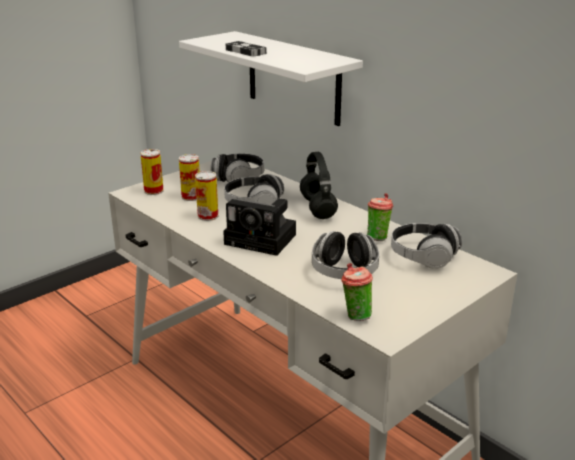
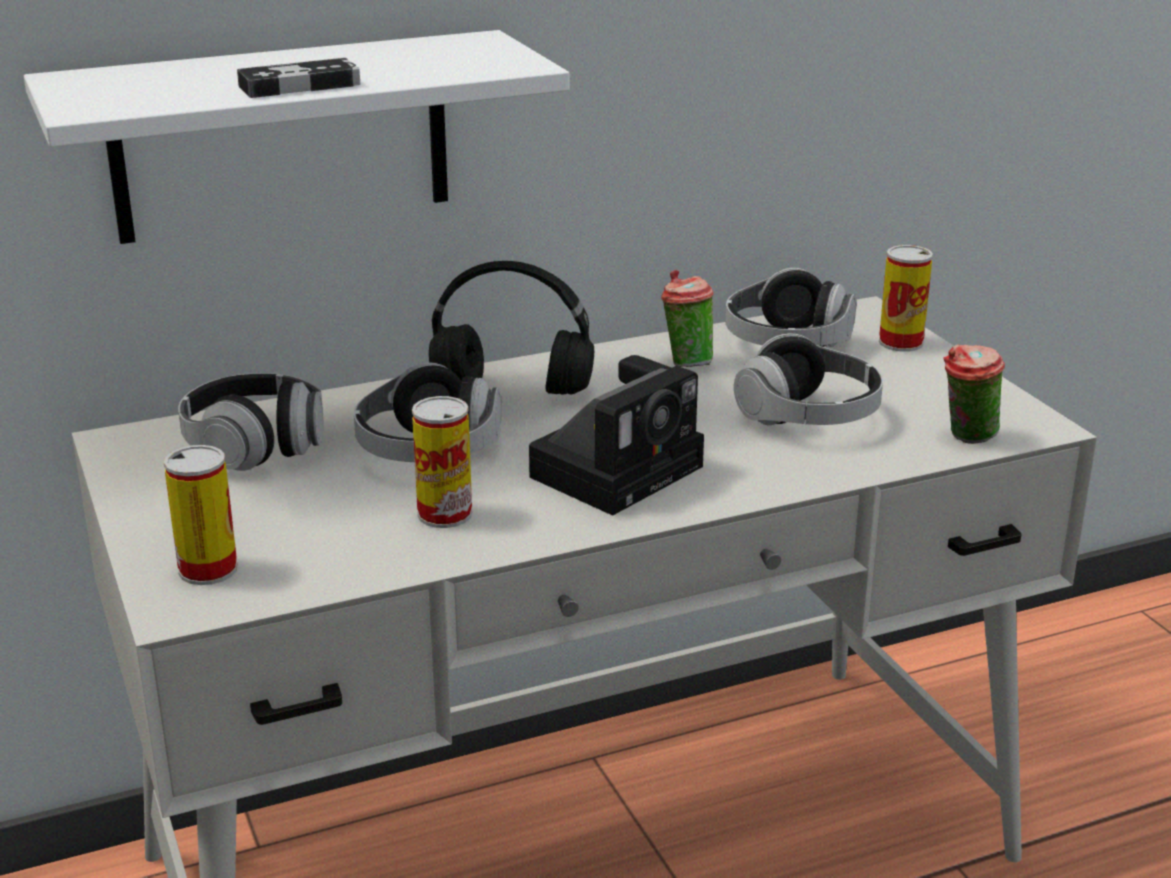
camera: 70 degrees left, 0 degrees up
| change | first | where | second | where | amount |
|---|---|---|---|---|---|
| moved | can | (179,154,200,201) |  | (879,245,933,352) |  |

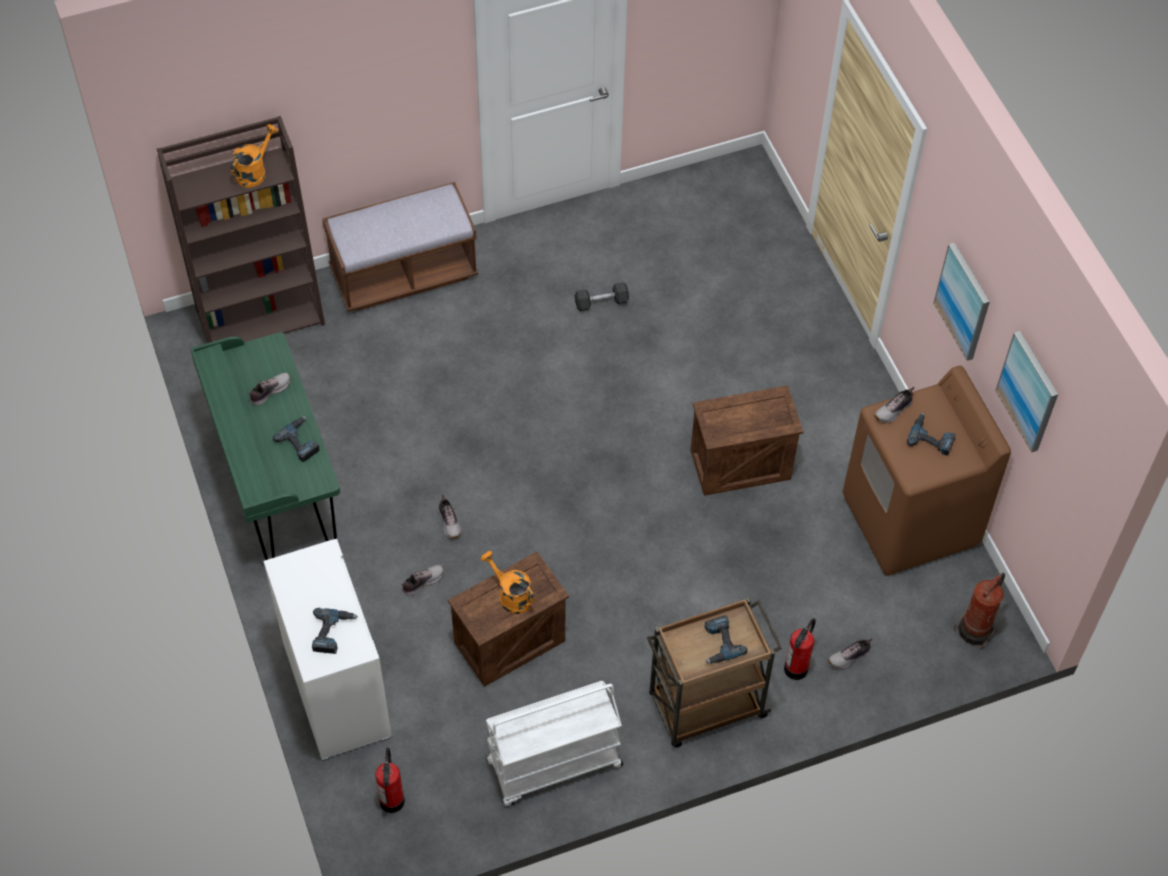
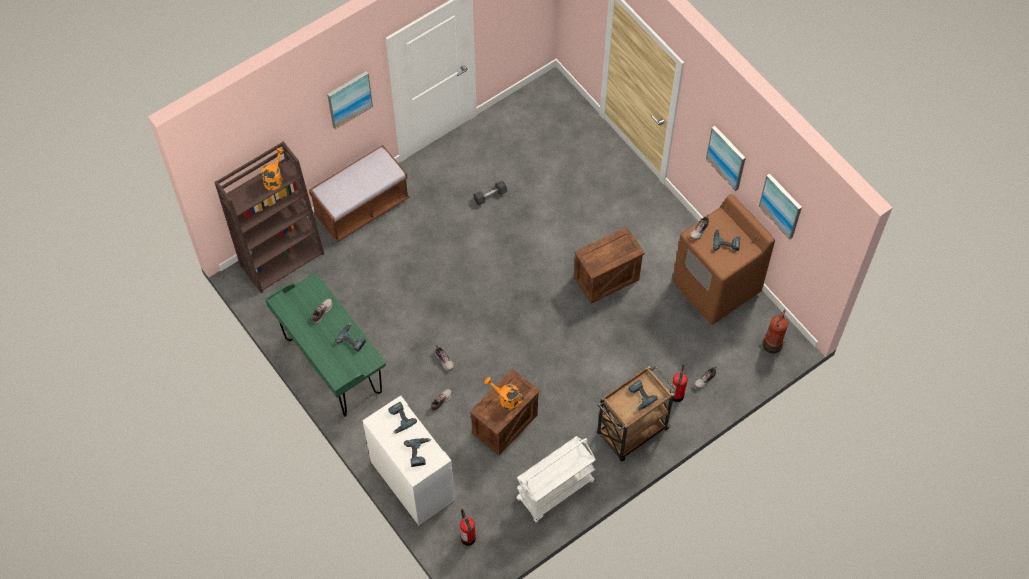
camera: 15 degrees left, 5 degrees up
| change | first | where | second | where | amount |
|---|---|---|---|---|---|
| added |  |  | picture | (327,71,373,129) |  |
| added |  |  | power drill | (388,402,417,434) |  |

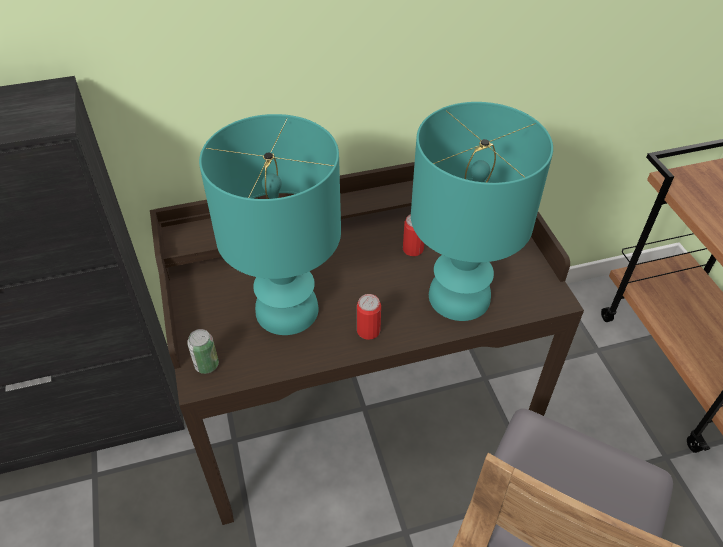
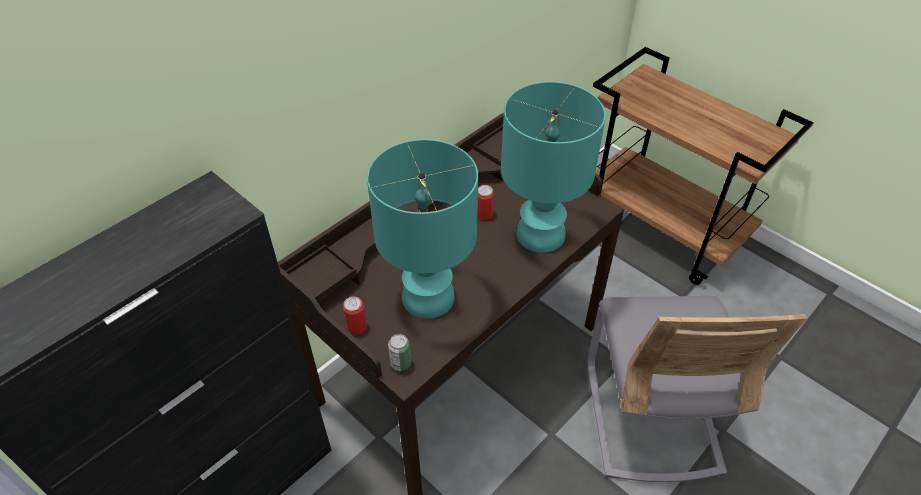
camera: 30 degrees left, 0 degrees up
| change | first | where | second | where | amount |
|---|---|---|---|---|---|
| moved | can | (357,294,381,340) |  | (343,296,367,335) |  |

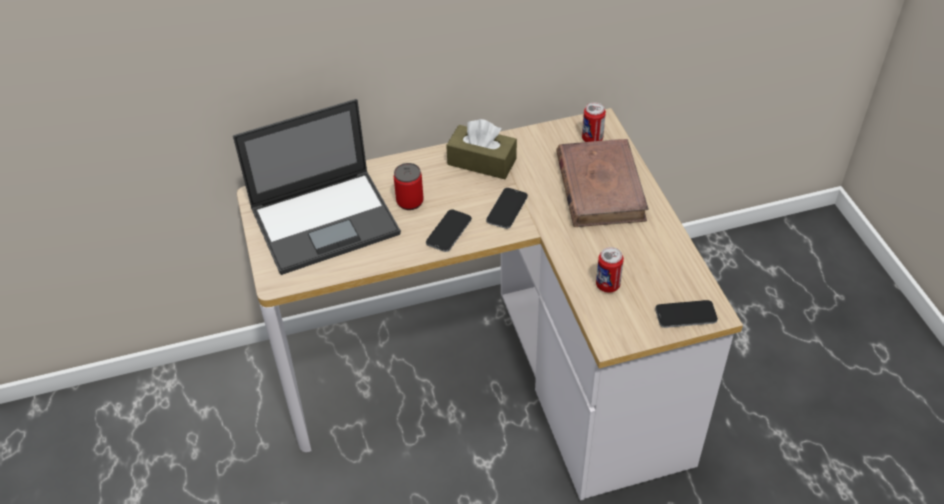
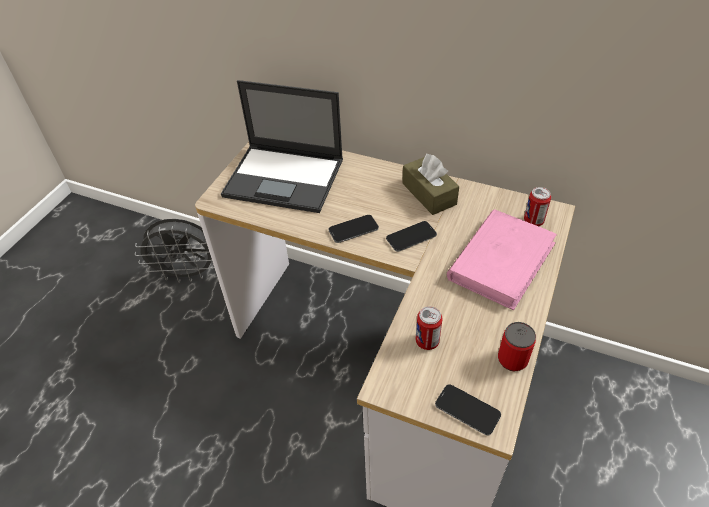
camera: 40 degrees right, 0 degrees up
| change | first | where | second | where | amount |
|---|---|---|---|---|---|
| moved | can | (394,163,424,210) |  | (498,322,536,371) |  |
| recoloured | brown book | (556,139,649,227) | pink book | (447,209,557,310) |  |
| added |  |  | grey fan | (135,219,214,283) |  |

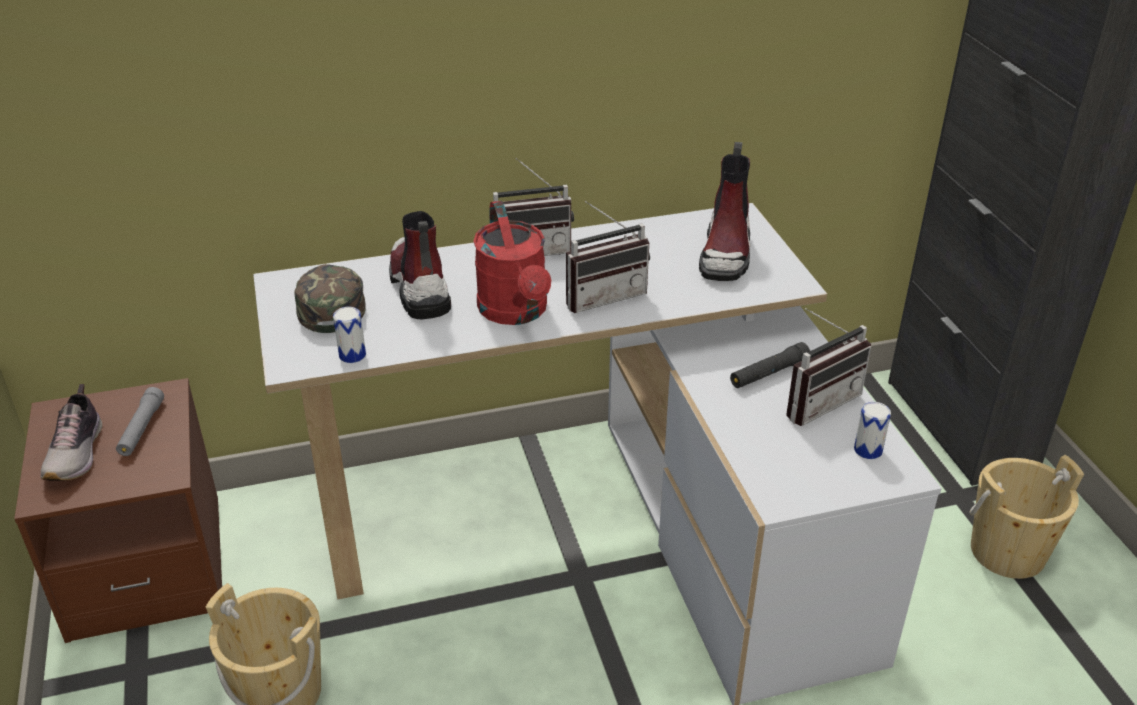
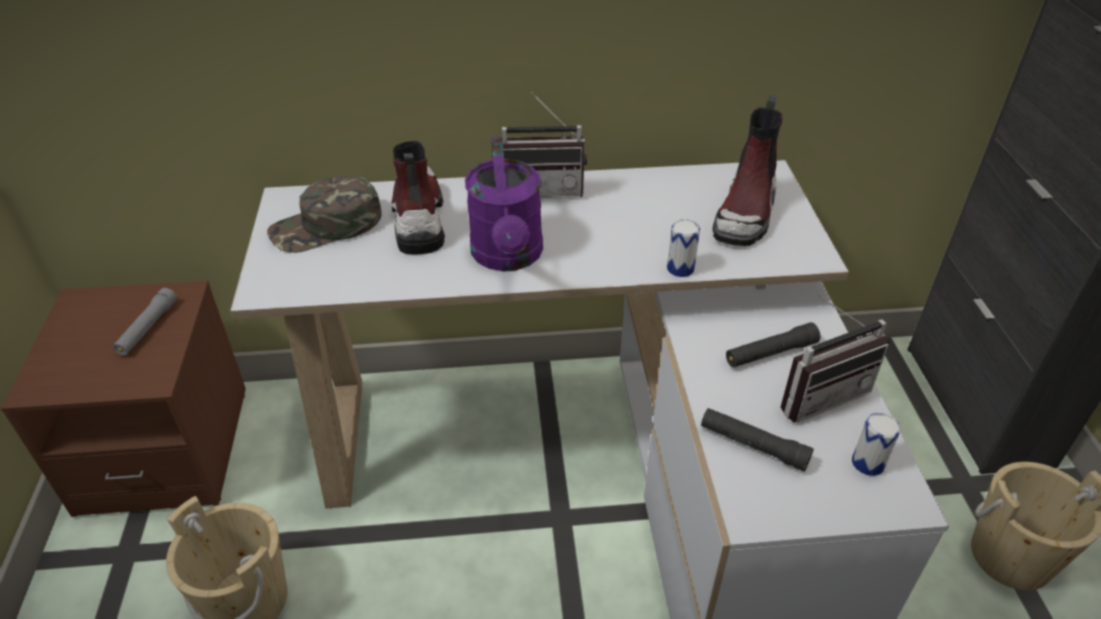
camera: 10 degrees right, 5 degrees up
| change | first | where | second | where | amount |
|---|---|---|---|---|---|
| removed | shoe | (41,384,102,481) |  |  |  |
| turned | green cap | (294,264,366,333) |  | (267,175,381,253) | 120 degrees counterclockwise |
| moved | can | (333,307,366,363) |  | (667,219,700,277) |  |
| recoloured | red watering can | (473,201,551,325) | purple watering can | (465,137,543,271) |  |
| removed | radio | (566,201,650,313) |  |  |  |
| added |  |  | black flashlight | (701,408,814,472) |  |

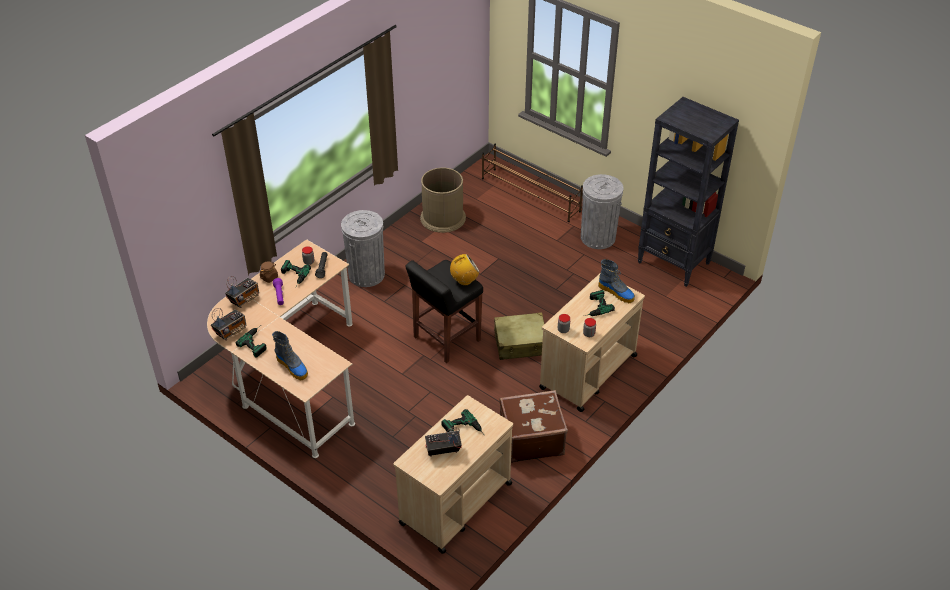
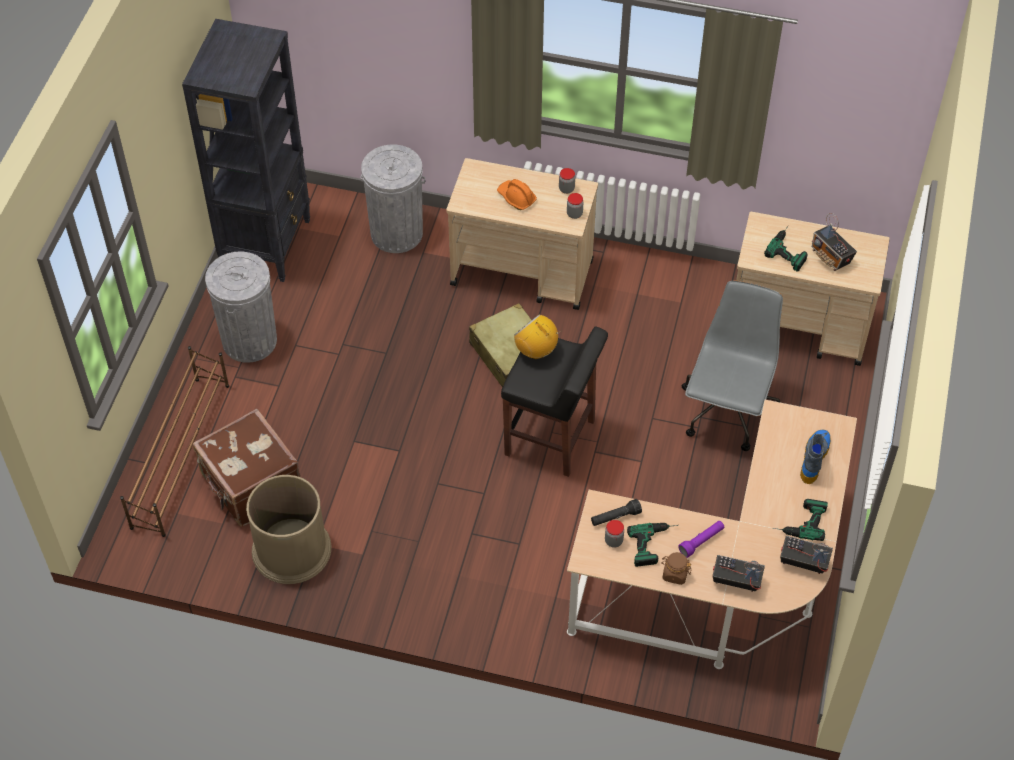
camera: 115 degrees left, 10 degrees up
| change | first | where | second | where | amount |
|---|---|---|---|---|---|
| moved | grey trash can | (341,210,385,287) |  | (360,144,425,253) |  |
| moved | brown suitcase | (499,390,568,463) |  | (193,409,300,527) |  |
| replaced | power drill | (585,290,615,316) | orange hard hat | (497,179,537,210) |  |
| removed | boot | (598,259,635,303) |  |  |  |
| added |  |  | grey office chair | (682,281,783,451) |  |

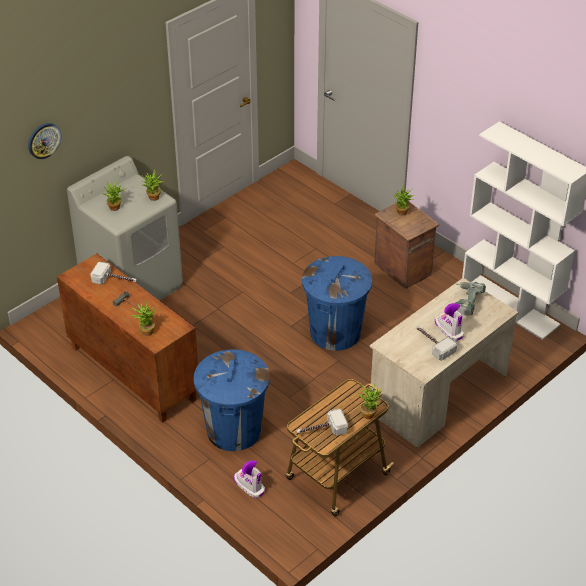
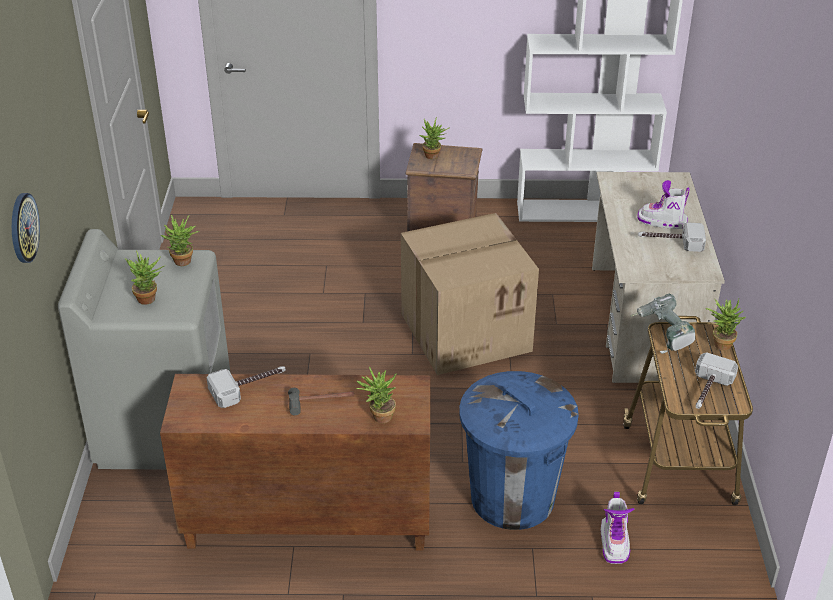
camera: 45 degrees left, 5 degrees down
| change | first | where | second | where | amount |
|---|---|---|---|---|---|
| turned | boot | (234,460,265,498) |  | (601,492,635,564) | 90 degrees counterclockwise |
| replaced | blue trash can | (302,256,372,351) | cardboard box | (401,213,539,375) |  |
| moved | power drill | (456,282,486,315) |  | (630,294,695,354) |  |

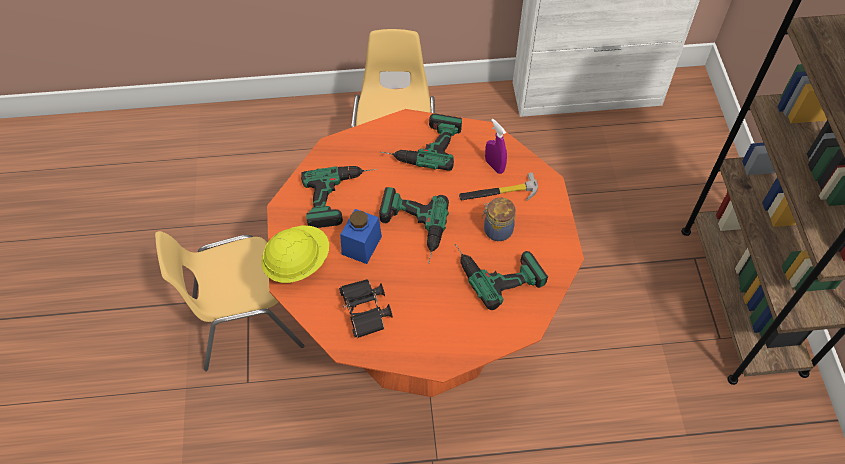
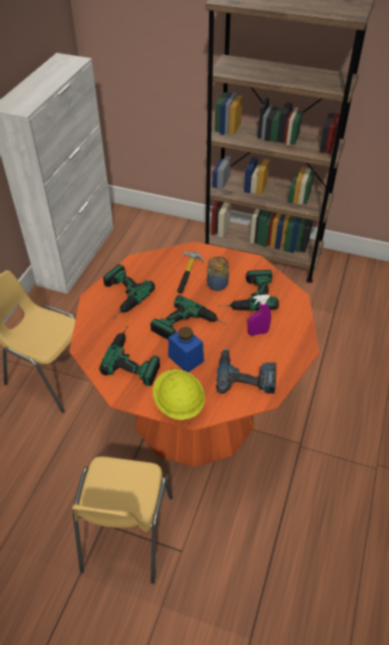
camera: 65 degrees left, 10 degrees down
| change | first | where | second | where | amount |
|---|---|---|---|---|---|
| replaced | black binoculars | (339,279,393,338) | power drill | (216,348,276,394) |  |
| moved | purple spray bottle | (485,119,507,174) |  | (247,294,271,336) |  |

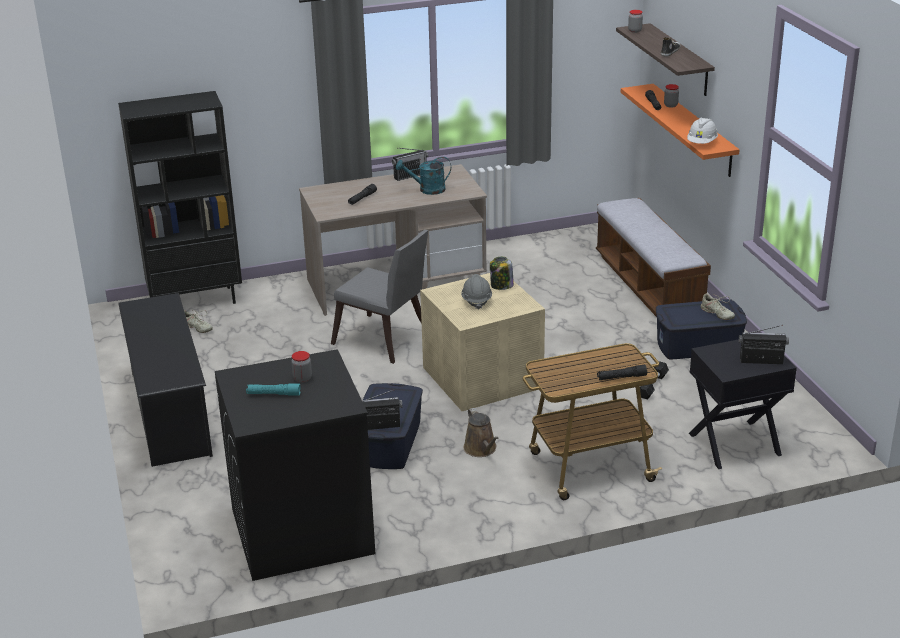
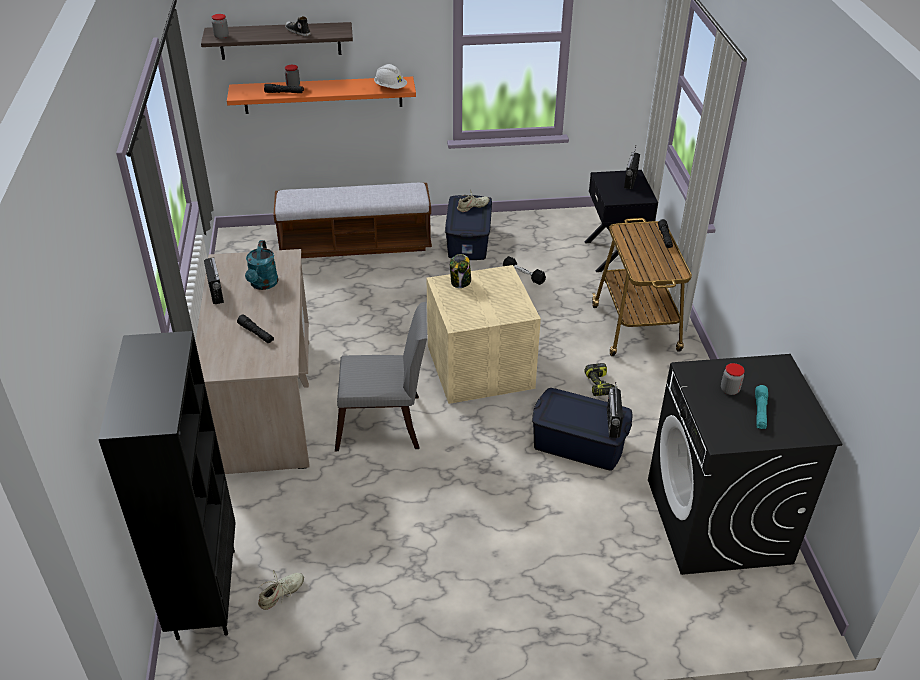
camera: 80 degrees left, 10 degrees up
| change | first | where | second | where | amount |
|---|---|---|---|---|---|
| removed | black shoe rack | (118,293,213,467) |  |  |  |
| turned | grey chair | (331,230,428,364) |  | (335,302,427,451) | 45 degrees clockwise |
| removed | grey hard hat | (461,274,492,310) |  |  |  |
| replaced | brown watering can | (463,408,499,457) | power drill | (584,363,617,396) |  |

